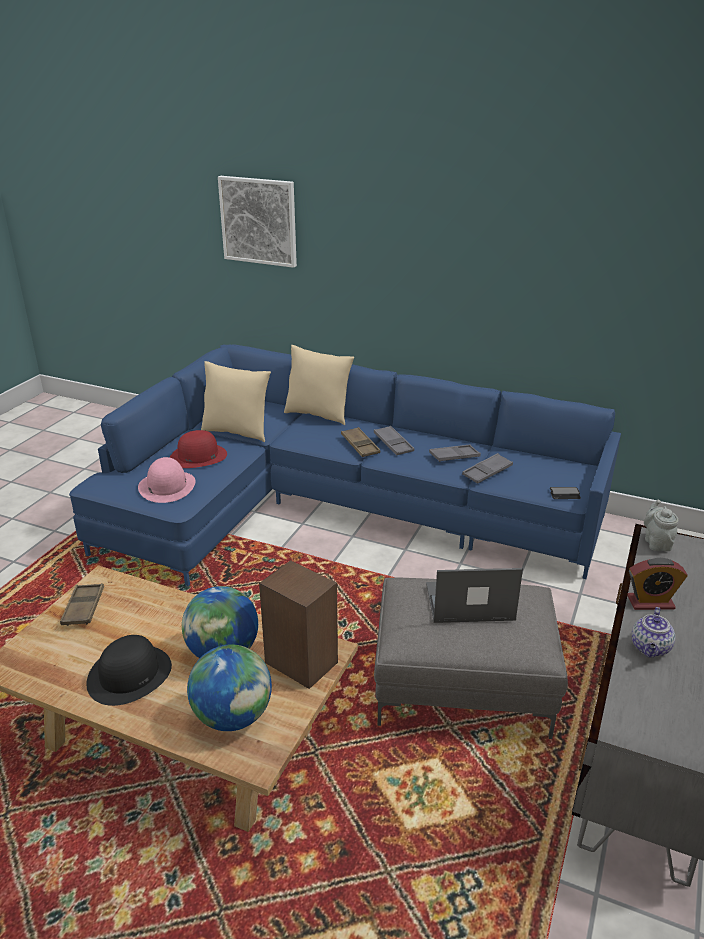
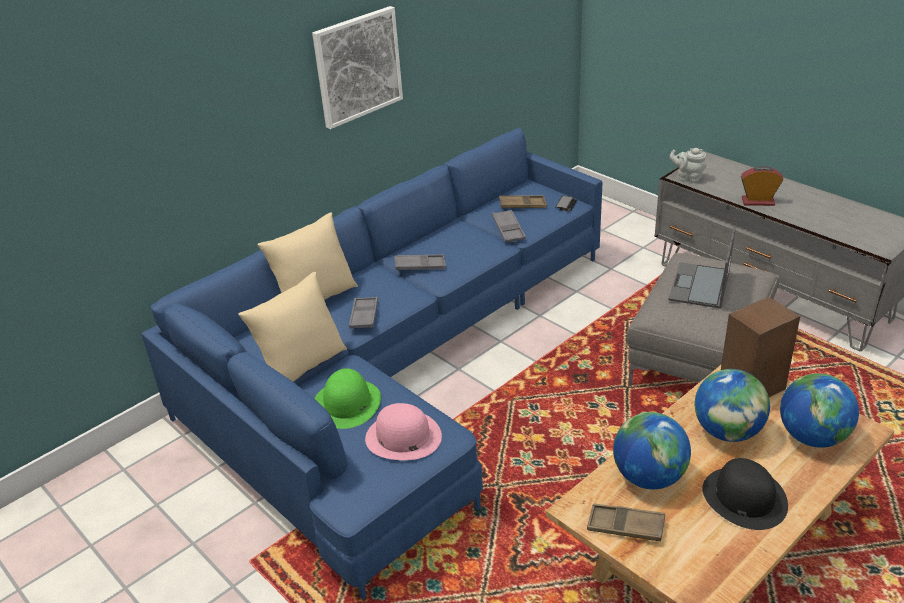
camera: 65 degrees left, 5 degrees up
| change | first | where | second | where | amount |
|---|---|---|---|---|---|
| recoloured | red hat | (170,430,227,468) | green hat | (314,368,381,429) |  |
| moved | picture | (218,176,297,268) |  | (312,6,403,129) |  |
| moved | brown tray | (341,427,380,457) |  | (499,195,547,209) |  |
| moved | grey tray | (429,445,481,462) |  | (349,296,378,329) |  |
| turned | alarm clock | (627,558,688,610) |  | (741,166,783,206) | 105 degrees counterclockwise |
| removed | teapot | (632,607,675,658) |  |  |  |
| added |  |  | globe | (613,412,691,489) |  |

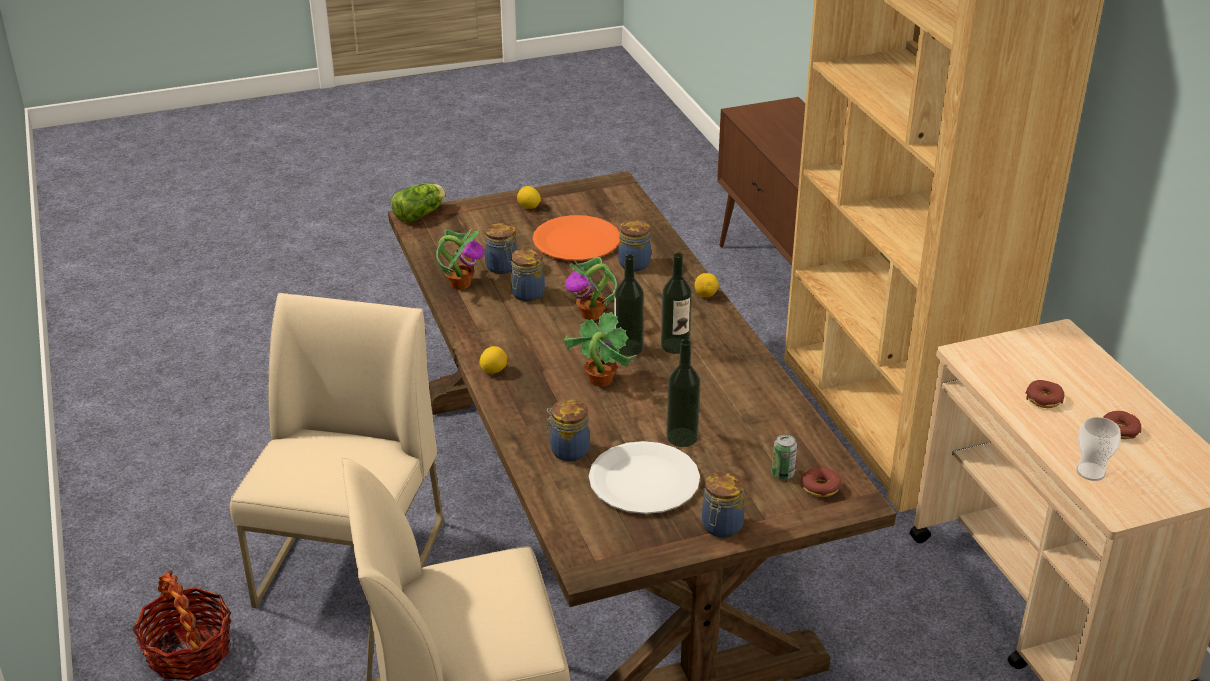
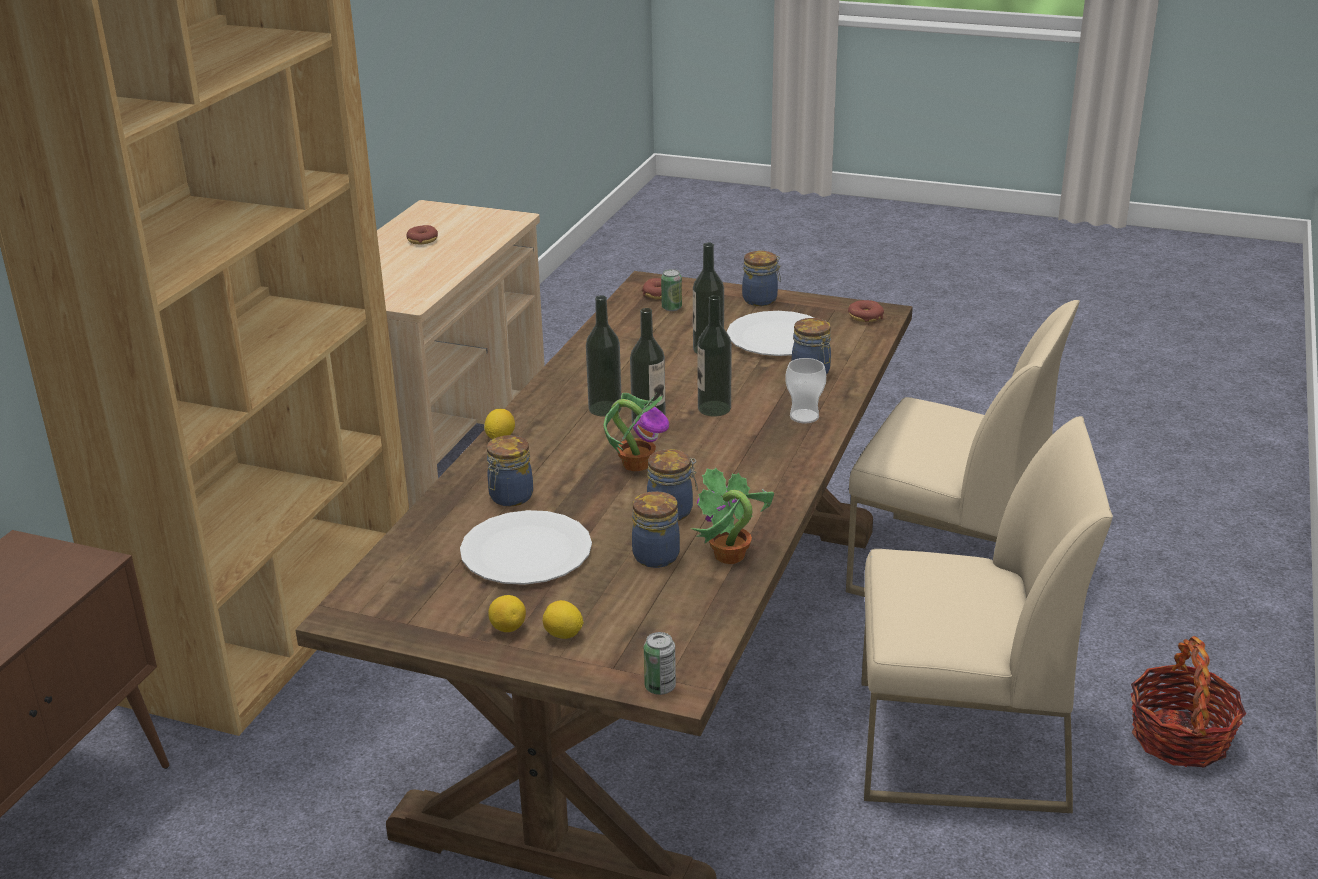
camera: 140 degrees left, 5 degrees down
| change | first | where | second | where | amount |
|---|---|---|---|---|---|
| turned | beige chair | (230,293,444,608) |  | (861,416,1113,813) | 135 degrees counterclockwise |
| replaced | lettuce | (391,183,446,222) | can | (644,632,676,695) |  |
| moved | lemon | (479,346,508,374) |  | (543,600,584,639) |  |
| recoloured | orange plate | (533,215,620,261) | white plate | (460,510,592,585) |  |
| replaced | potted plant | (564,312,637,387) | bottle | (697,295,732,417) |  |
| moved | donut | (1026,380,1065,408) |  | (848,300,884,322) |  |
| moved | cup | (1076,417,1121,481) |  | (786,358,826,423) |  |

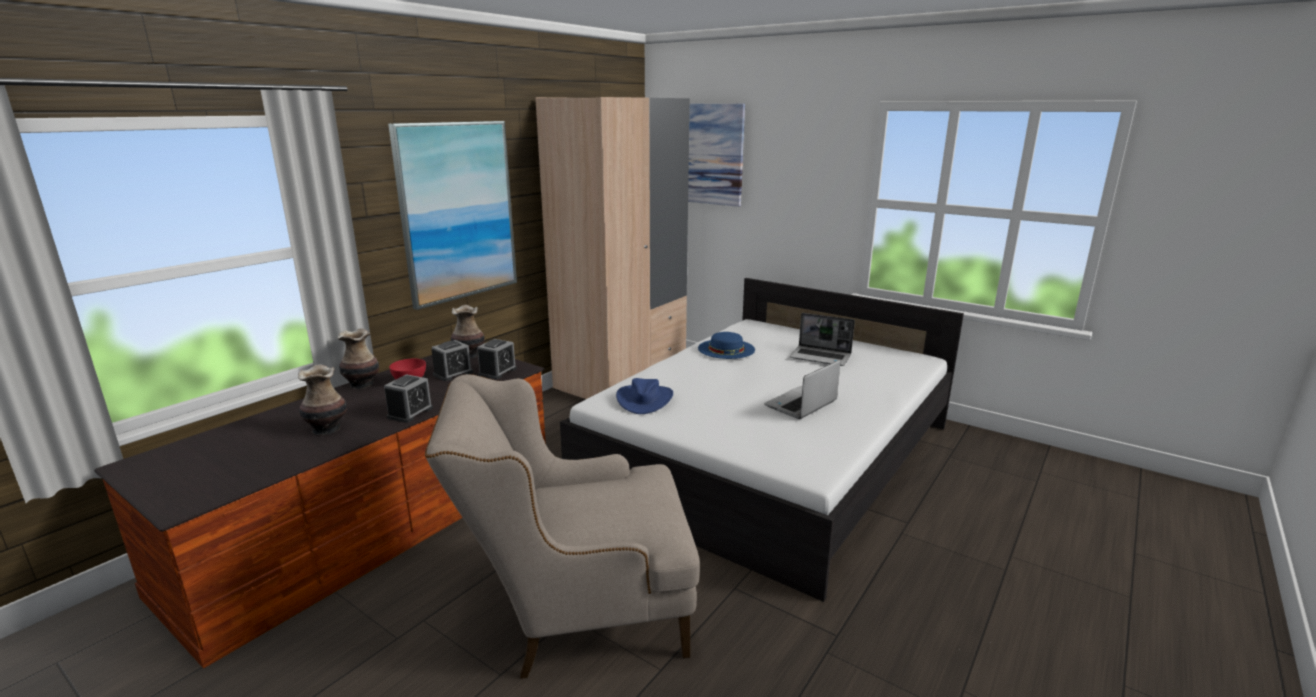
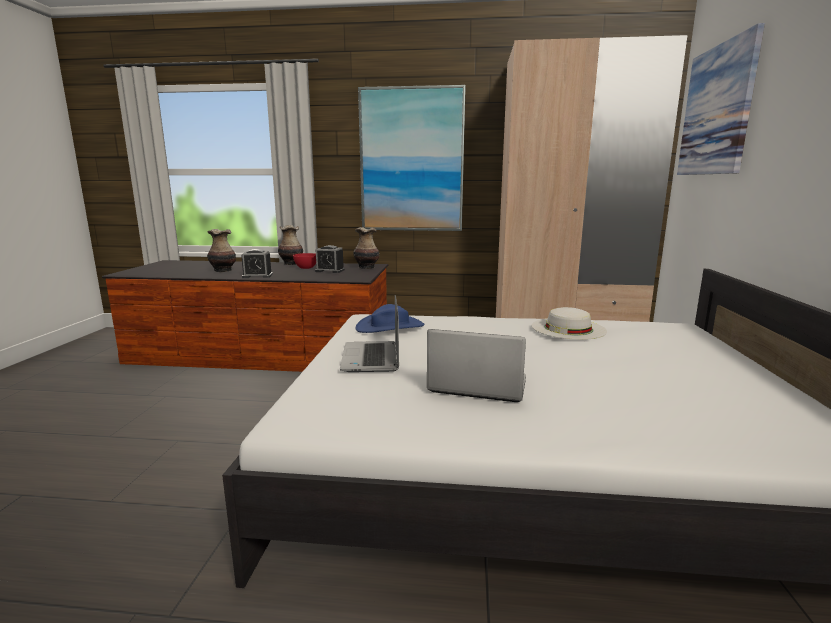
camera: 60 degrees right, 5 degrees down
| change | first | where | second | where | amount |
|---|---|---|---|---|---|
| removed | beige armchair | (425,374,700,679) |  |  |  |
| removed | alarm clock | (477,339,517,379) |  |  |  |
| recoloured | blue hat | (698,332,755,359) | white hat | (532,307,607,340) |  |
| moved | laptop | (790,313,855,366) |  | (340,295,399,372) |  |

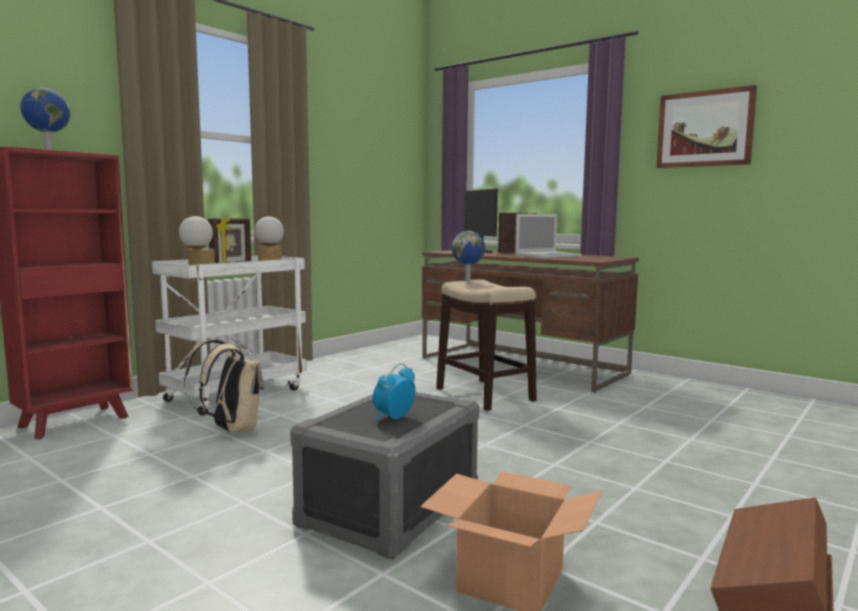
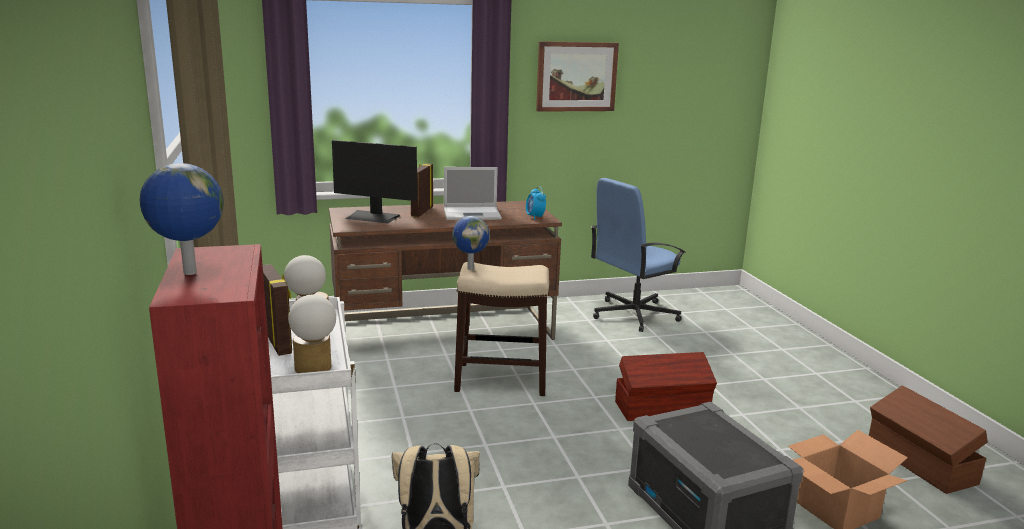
camera: 55 degrees left, 10 degrees up
| change | first | where | second | where | amount |
|---|---|---|---|---|---|
| moved | alarm clock | (373,363,416,421) |  | (526,186,546,220) |  |
| turned | laptop | (515,214,582,258) |  | (444,167,502,220) | 75 degrees clockwise |
| added |  |  | blue office chair | (591,178,685,332) |  |
| added |  |  | brown storage box | (615,352,717,421) |  |

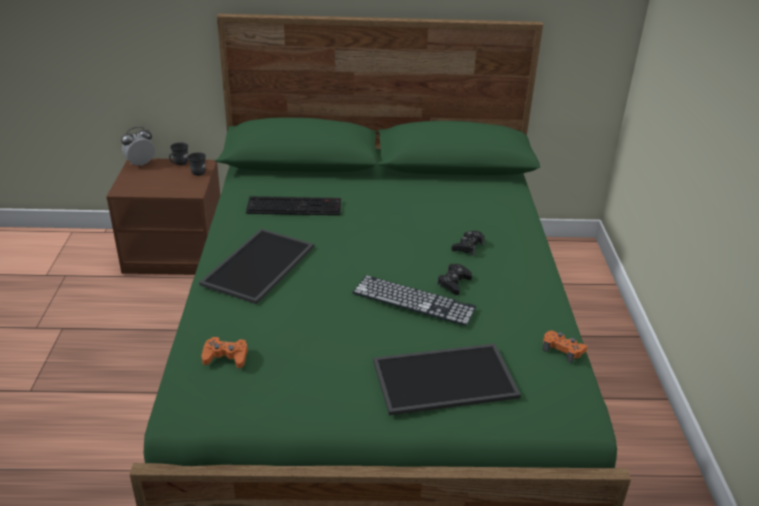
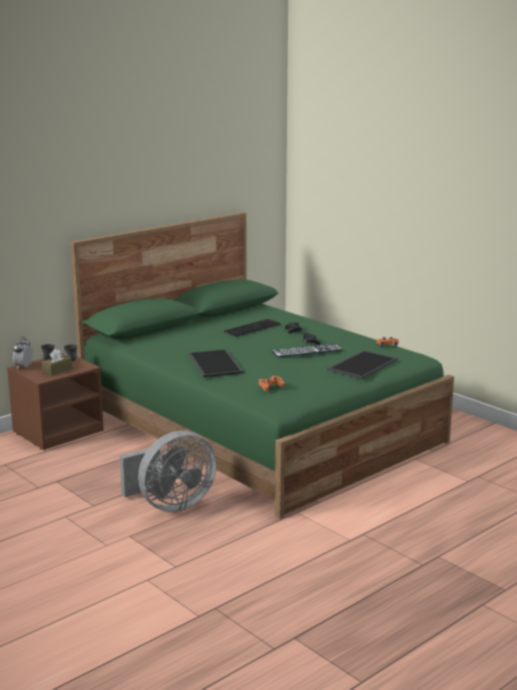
camera: 40 degrees left, 15 degrees down
| change | first | where | second | where | amount |
|---|---|---|---|---|---|
| moved | keyboard | (246,196,341,216) |  | (224,319,281,337) |  |
| added |  |  | brown tissue box | (42,349,72,376) |  |
| added |  |  | grey fan | (120,431,217,512) |  |

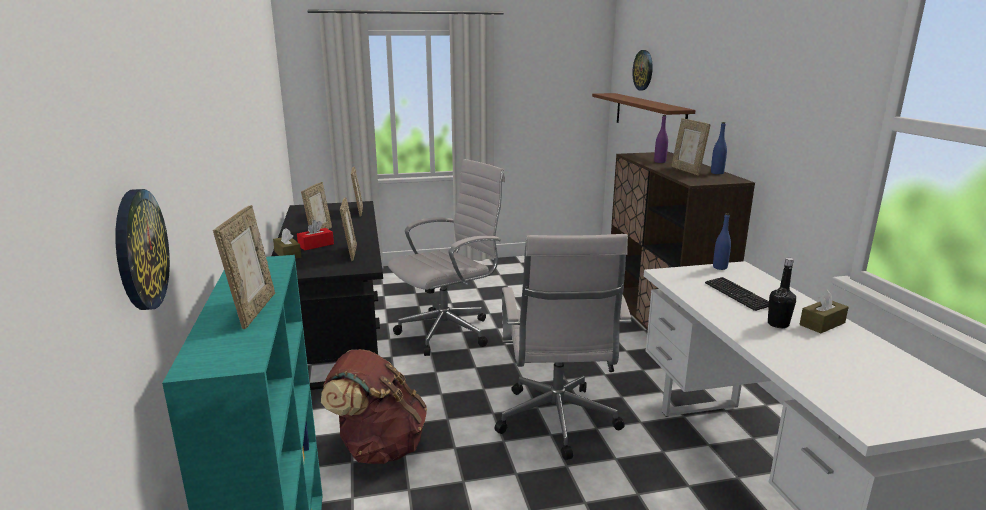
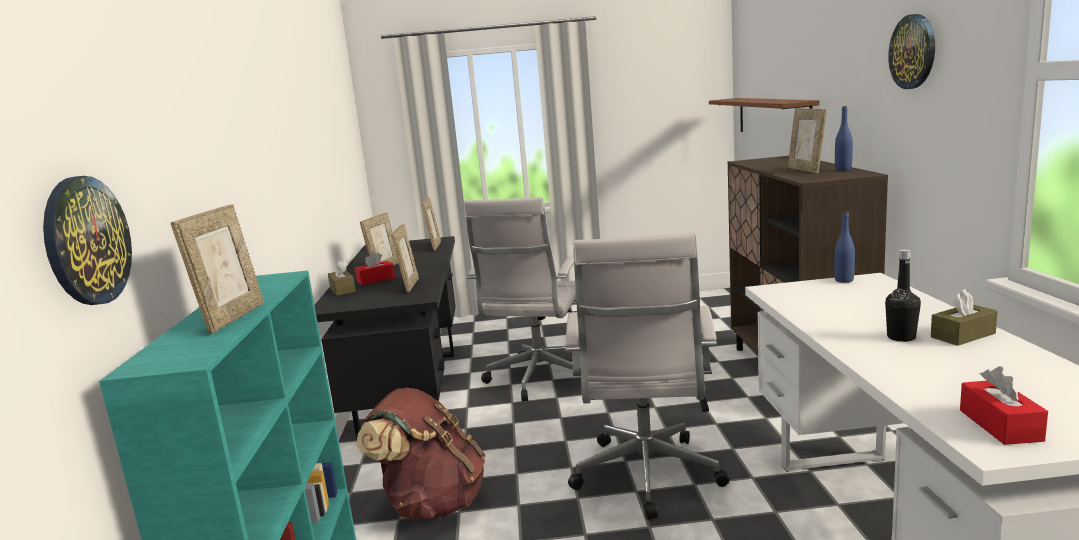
camera: 10 degrees right, 5 degrees down
| change | first | where | second | where | amount |
|---|---|---|---|---|---|
| turned | white office chair | (388,159,505,356) |  | (464,197,576,402) | 135 degrees clockwise |
| moved | wall clock | (632,50,653,91) |  | (888,14,935,89) |  |
| removed | purple bottle | (654,115,668,163) |  |  |  |
| removed | keyboard | (705,277,769,311) |  |  |  |
| added |  |  | red tissue box | (960,366,1048,445) |  |

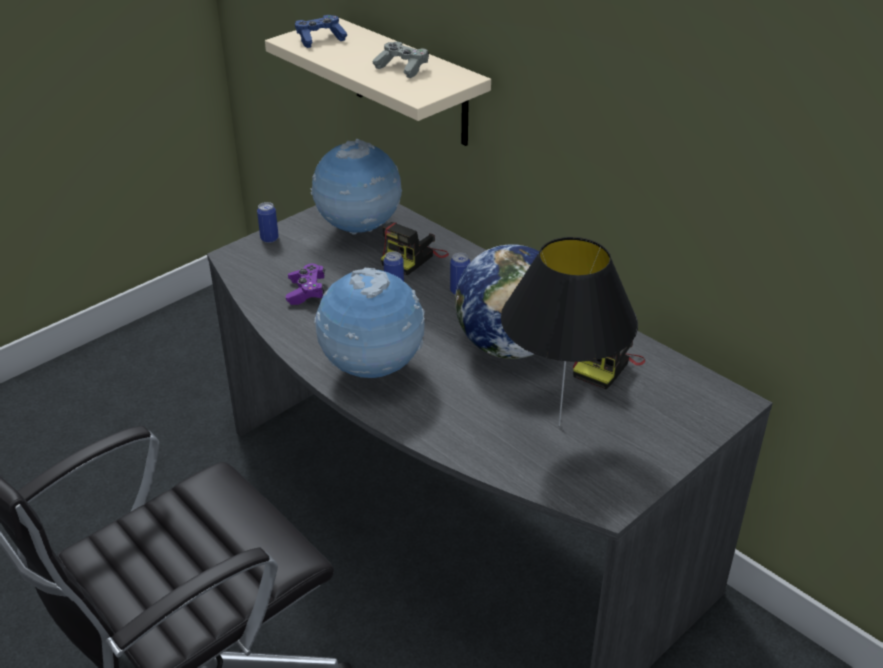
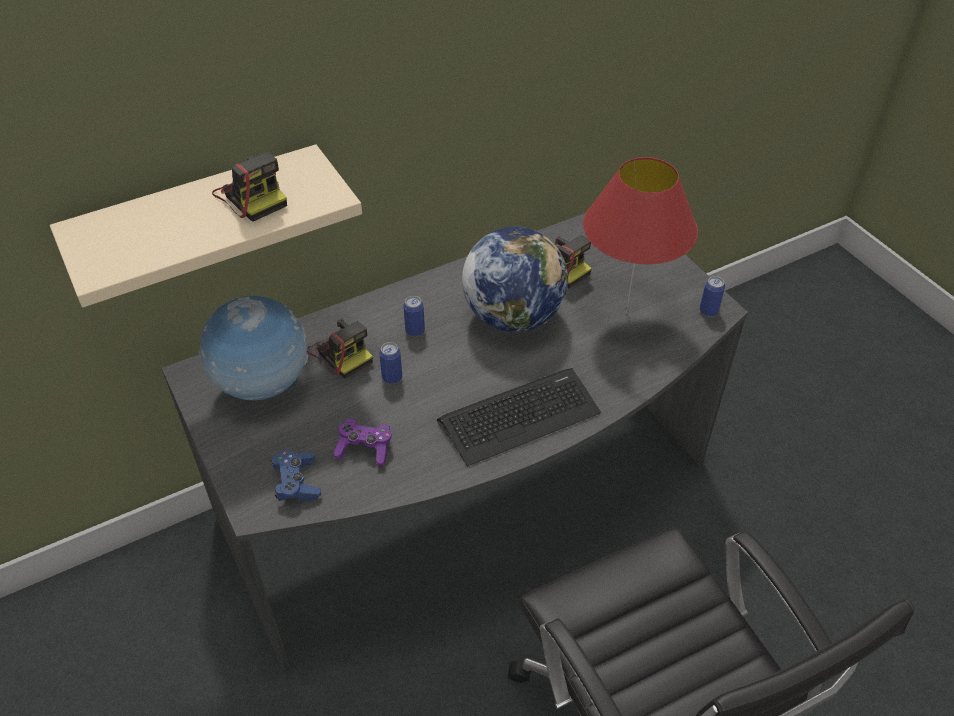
camera: 75 degrees left, 10 degrees up
| change | first | where | second | where | amount |
|---|---|---|---|---|---|
| moved | can | (257,202,279,243) |  | (700,276,725,317) |  |
| moved | blue game controller | (295,15,347,48) |  | (270,450,321,501) |  |
| replaced | globe | (314,268,425,378) | keyboard | (437,368,601,466) |  |
| replaced | grey game controller | (372,41,429,78) | photo camera | (212,153,287,222) |  |
| recoloured | black table lamp | (501,237,638,426) | red table lamp | (583,157,698,313) |  |

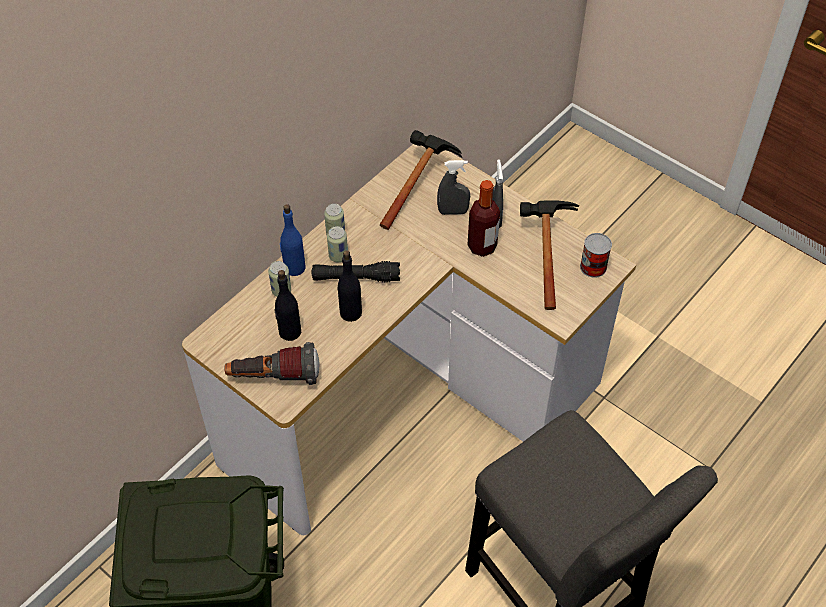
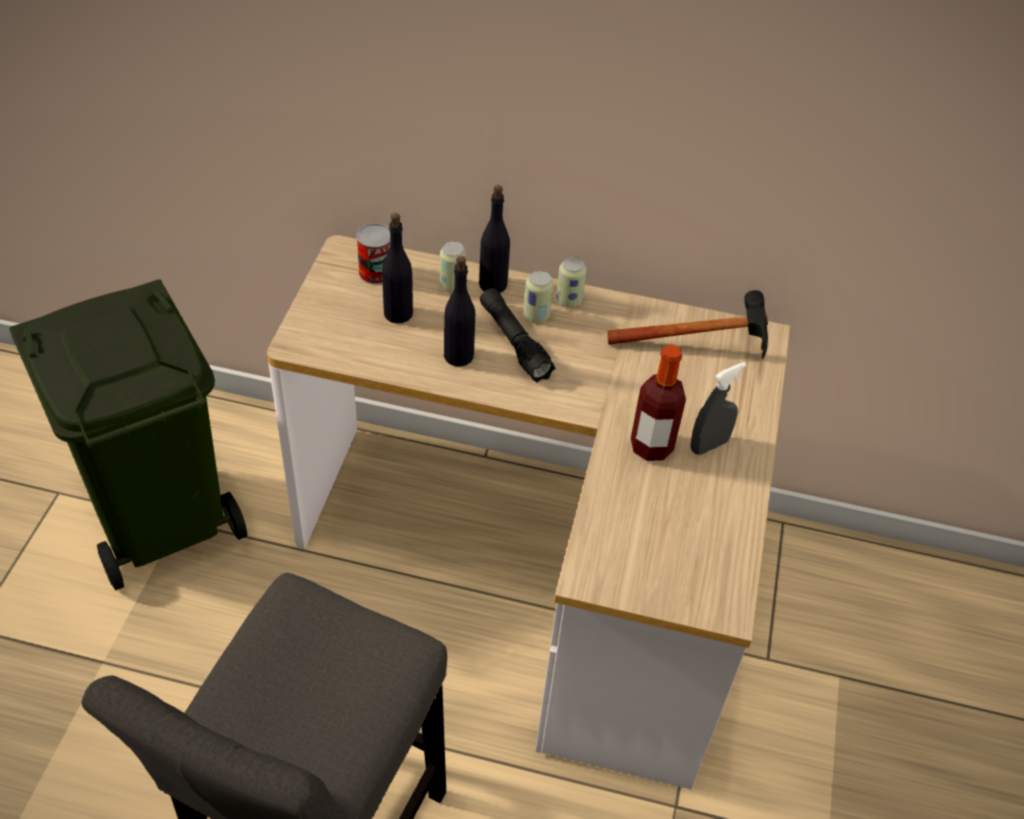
camera: 60 degrees right, 5 degrees down
| change | first | where | second | where | amount |
|---|---|---|---|---|---|
| removed | flashlight | (224,342,320,385) |  |  |  |
| recoloured | blue bottle | (280,204,306,276) | black bottle | (479,185,510,293) |  |
| removed | grey spray bottle | (437,160,470,215) |  |  |  |
| removed | hammer | (520,201,579,310) |  |  |  |
| moved | can | (580,233,612,278) |  | (356,223,390,284) |  |

